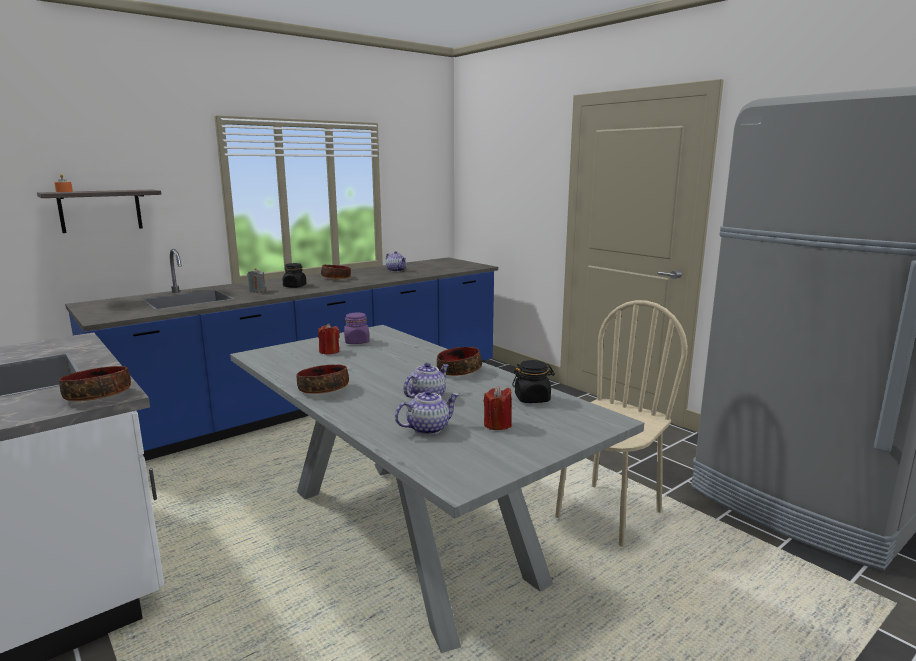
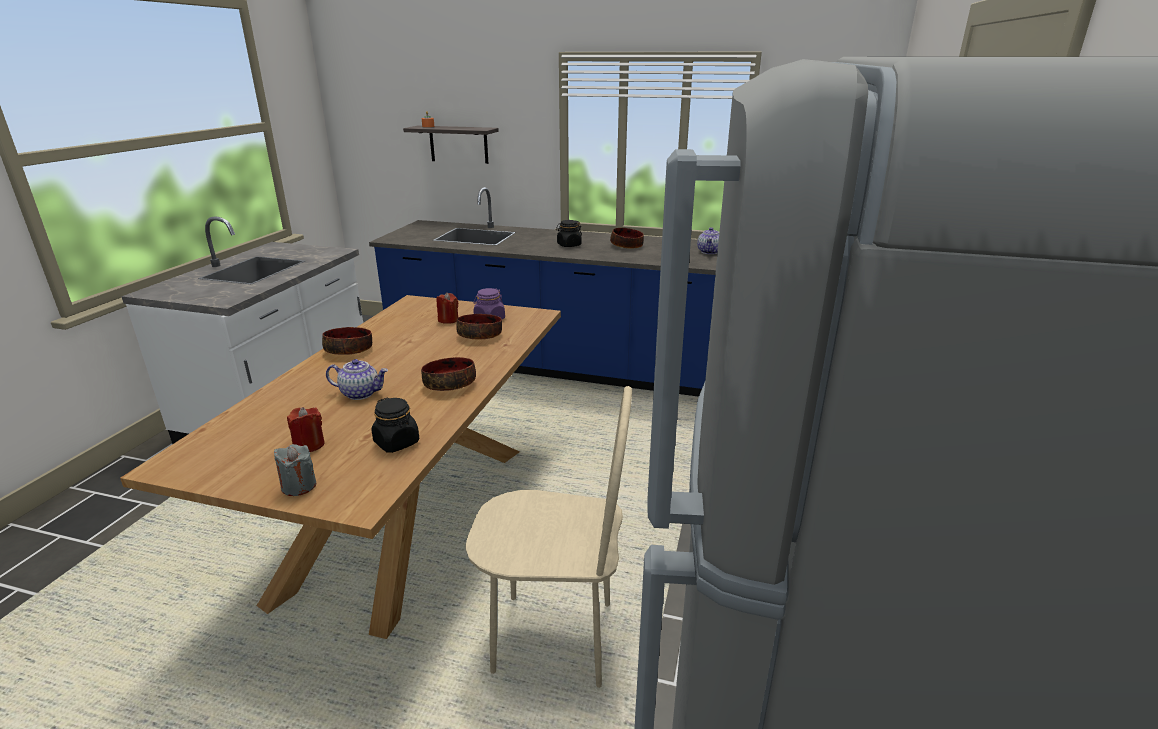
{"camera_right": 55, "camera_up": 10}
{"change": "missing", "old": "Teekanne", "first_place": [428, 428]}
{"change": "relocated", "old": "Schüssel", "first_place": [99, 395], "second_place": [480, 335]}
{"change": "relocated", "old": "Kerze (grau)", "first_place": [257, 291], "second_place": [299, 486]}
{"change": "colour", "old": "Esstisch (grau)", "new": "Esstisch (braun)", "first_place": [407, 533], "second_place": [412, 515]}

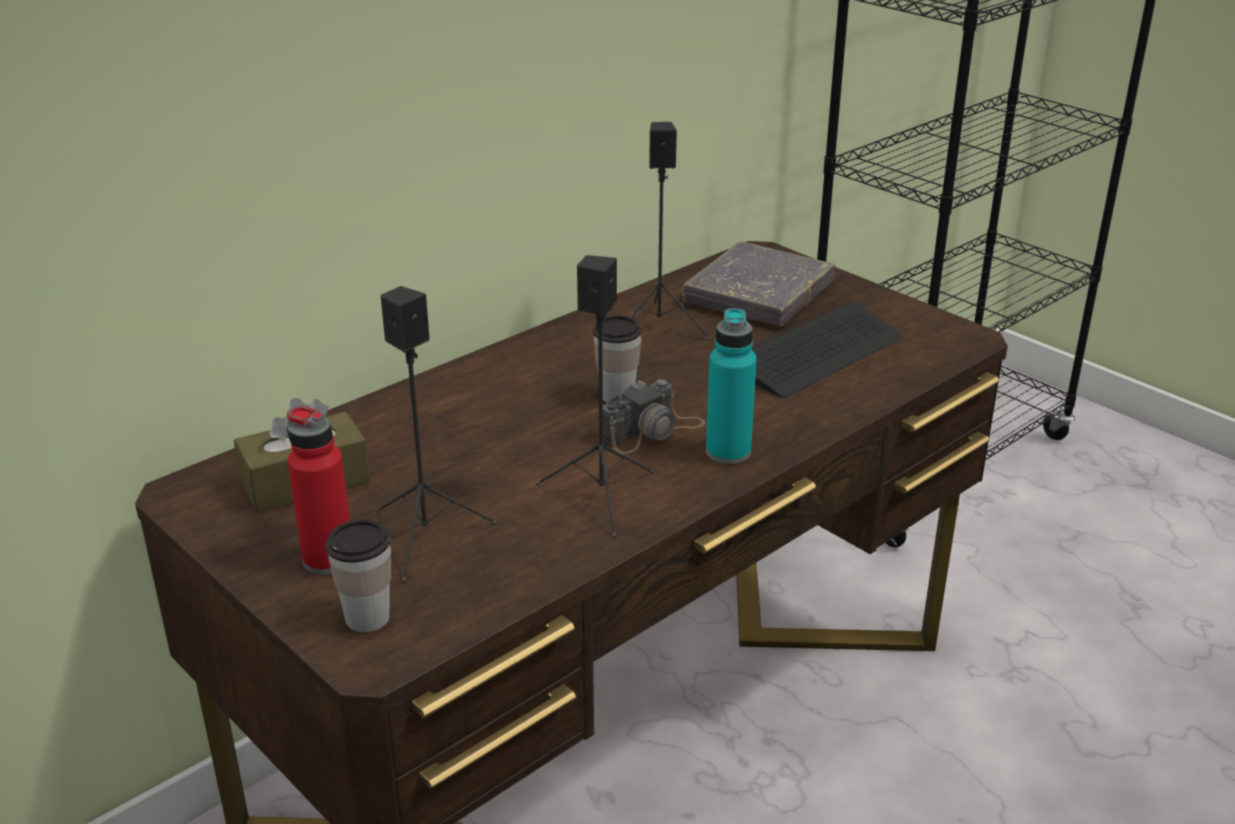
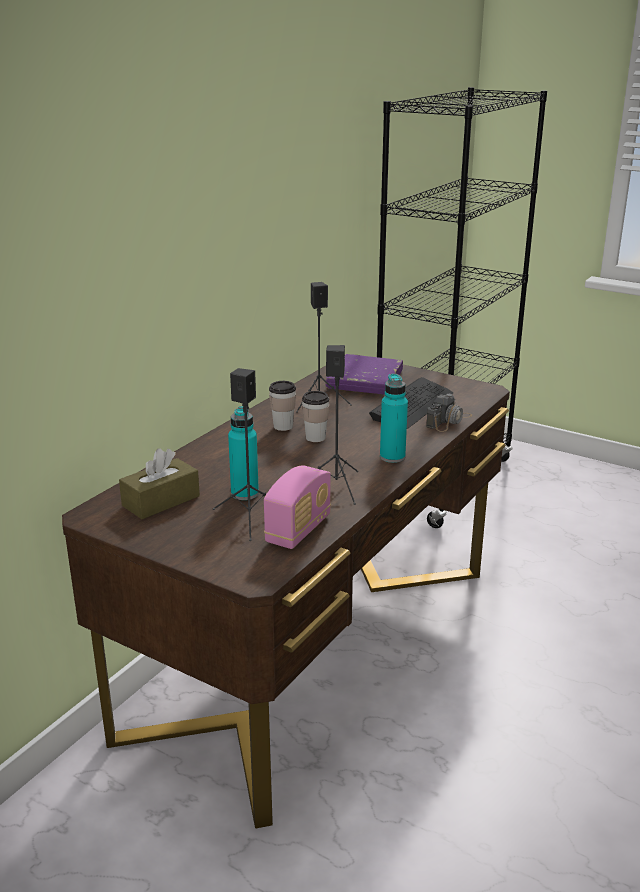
{"camera_right": -15, "camera_up": -5}
{"change": "missing", "old": "Flasche (rot)", "first_place": [328, 559]}
{"change": "appeared", "new": "Flasche (türkis)", "second_place": [244, 493]}
{"change": "appeared", "new": "Radio", "second_place": [298, 530]}
{"change": "relocated", "old": "Tasse", "first_place": [367, 618], "second_place": [283, 426]}
{"change": "relocated", "old": "Kamera", "first_place": [653, 431], "second_place": [449, 421]}
{"change": "colour", "old": "Buch (grau)", "new": "Buch (lila)", "first_place": [758, 293], "second_place": [364, 380]}

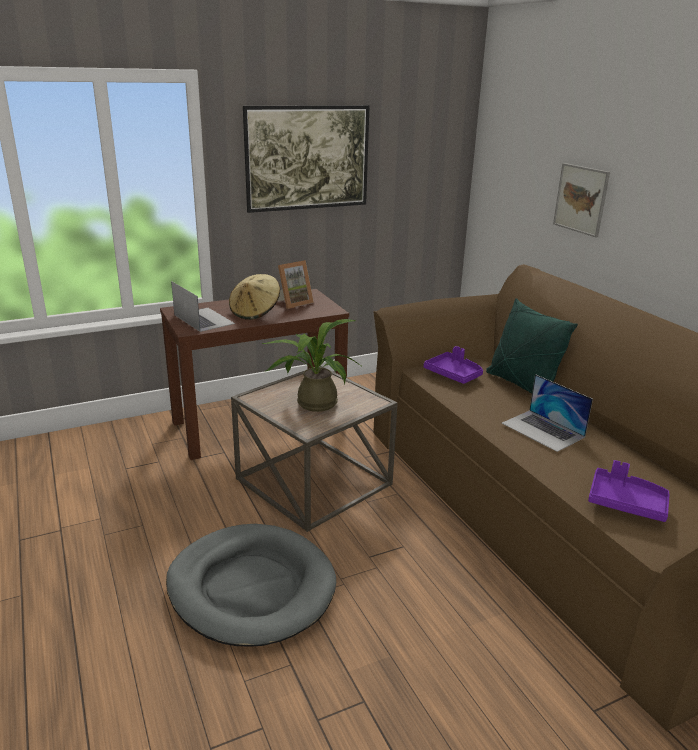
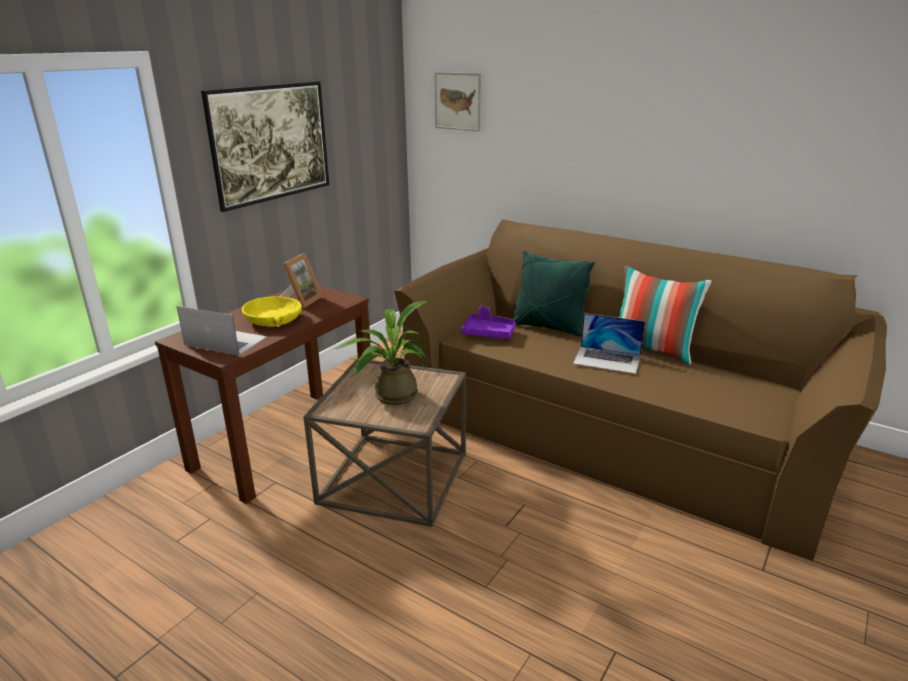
{"camera_right": -30, "camera_up": 0}
{"change": "missing", "old": "Hundebett (grau)", "first_place": [251, 587]}
{"change": "missing", "old": "Tablett (lila)", "first_place": [626, 503]}
{"change": "appeared", "new": "Kissen", "second_place": [652, 349]}
{"change": "relocated", "old": "Bild", "first_place": [581, 199], "second_place": [458, 101]}
{"change": "exchanged", "old": "Hut (beige)", "new": "Schüssel (gelb)", "first_place": [255, 312], "second_place": [273, 320]}

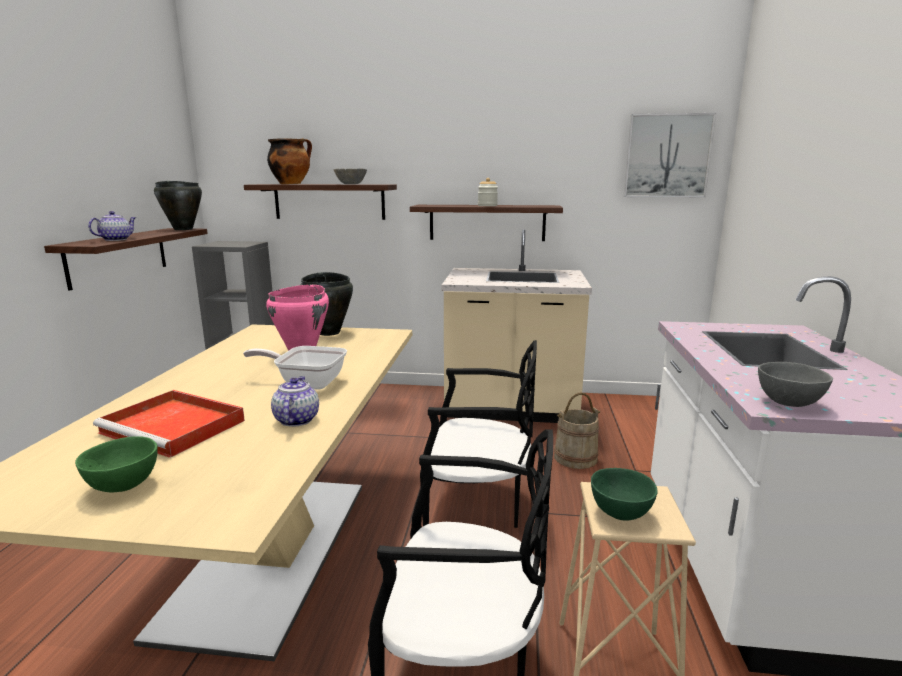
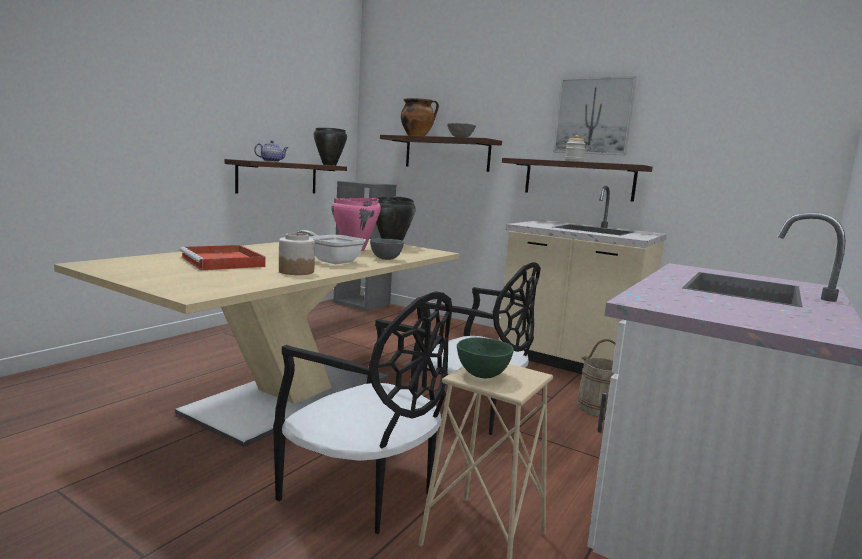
{"camera_right": 25, "camera_up": -5}
{"change": "missing", "old": "Schüssel (grün)", "first_place": [124, 486]}
{"change": "relocated", "old": "Bild", "first_place": [667, 156], "second_place": [593, 116]}
{"change": "relocated", "old": "Schüssel (grau)", "first_place": [789, 403], "second_place": [386, 259]}
{"change": "exchanged", "old": "Teekanne", "new": "Vorratsglas", "first_place": [296, 419], "second_place": [296, 271]}

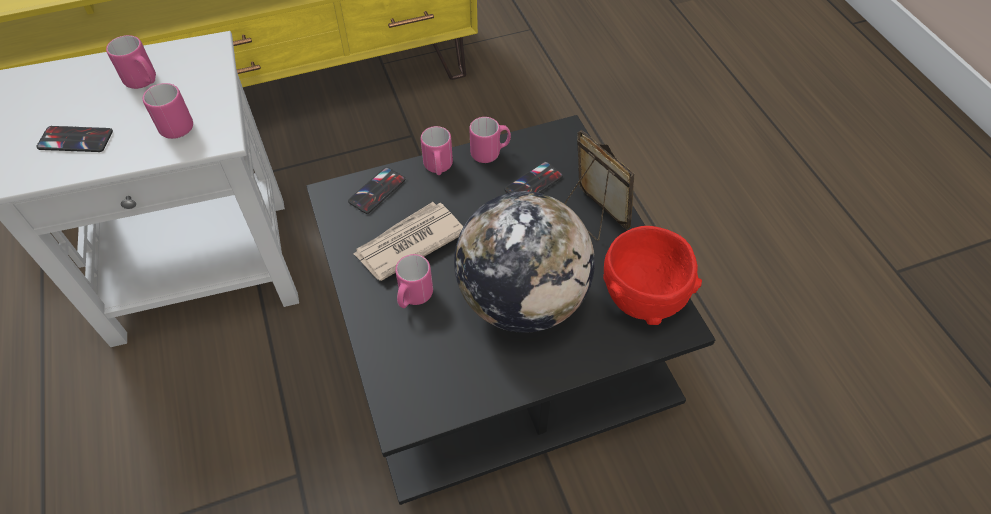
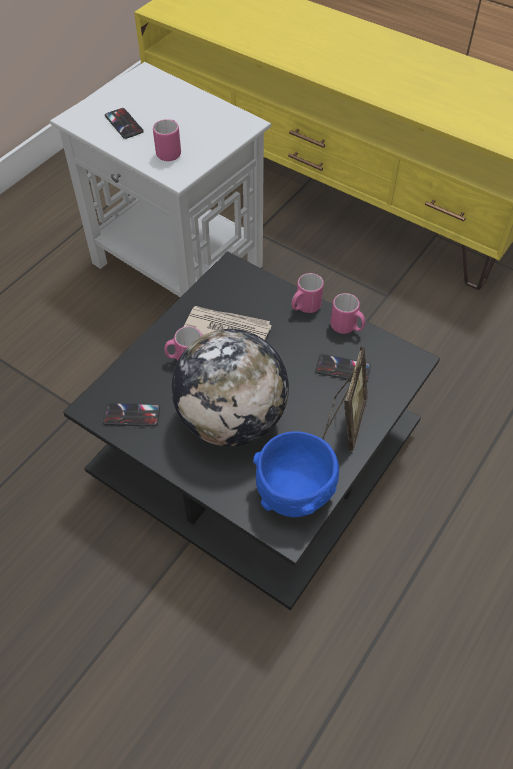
{"camera_right": 55, "camera_up": 0}
{"change": "missing", "old": "Henkelbecher (rosa)", "first_place": [144, 82]}
{"change": "relocated", "old": "Handy", "first_place": [377, 190], "second_place": [131, 415]}
{"change": "colour", "old": "Schüssel (rot)", "new": "Schüssel (blau)", "first_place": [642, 297], "second_place": [295, 493]}

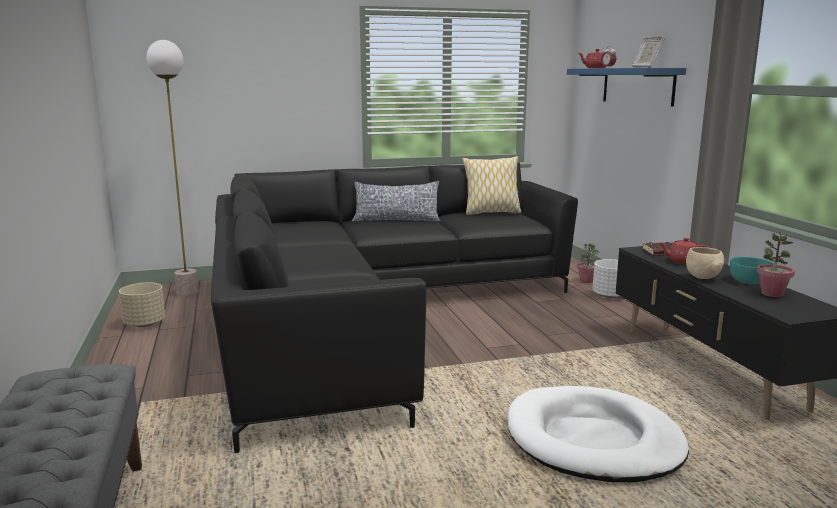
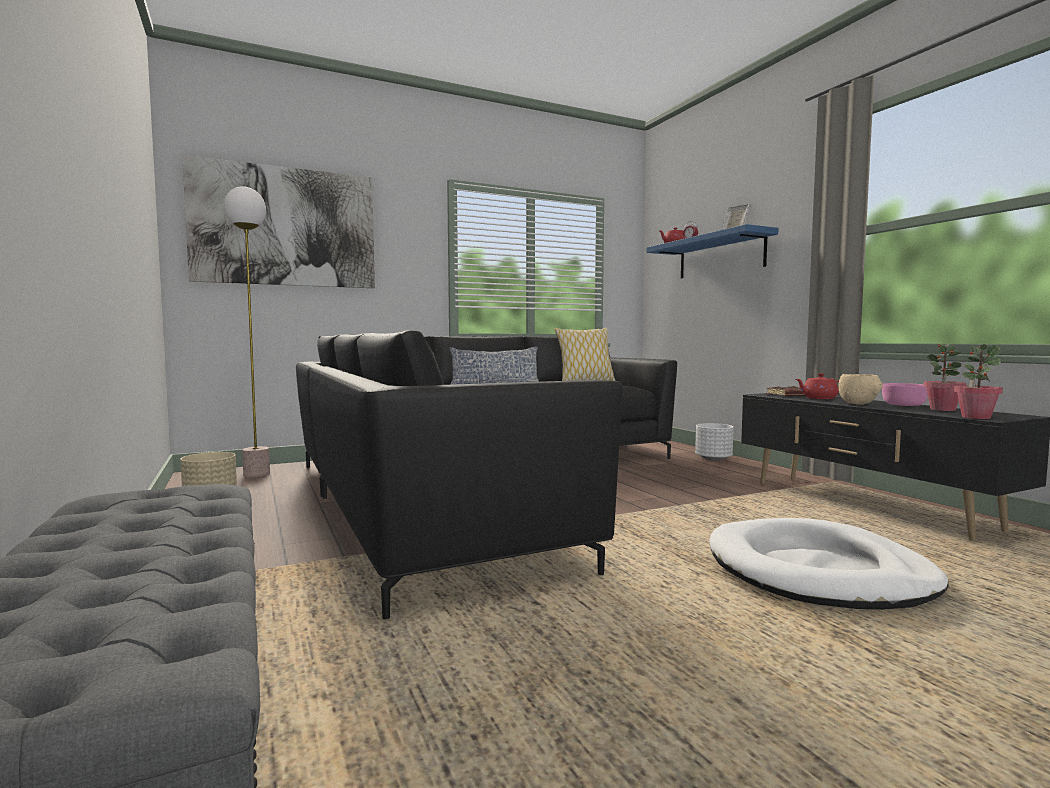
{"camera_right": -10, "camera_up": -10}
{"change": "appeared", "new": "Bild", "second_place": [285, 227]}
{"change": "relocated", "old": "Topfpflanze", "first_place": [586, 281], "second_place": [975, 417]}
{"change": "colour", "old": "Schüssel (türkis)", "new": "Schüssel (rosa)", "first_place": [748, 280], "second_place": [903, 404]}

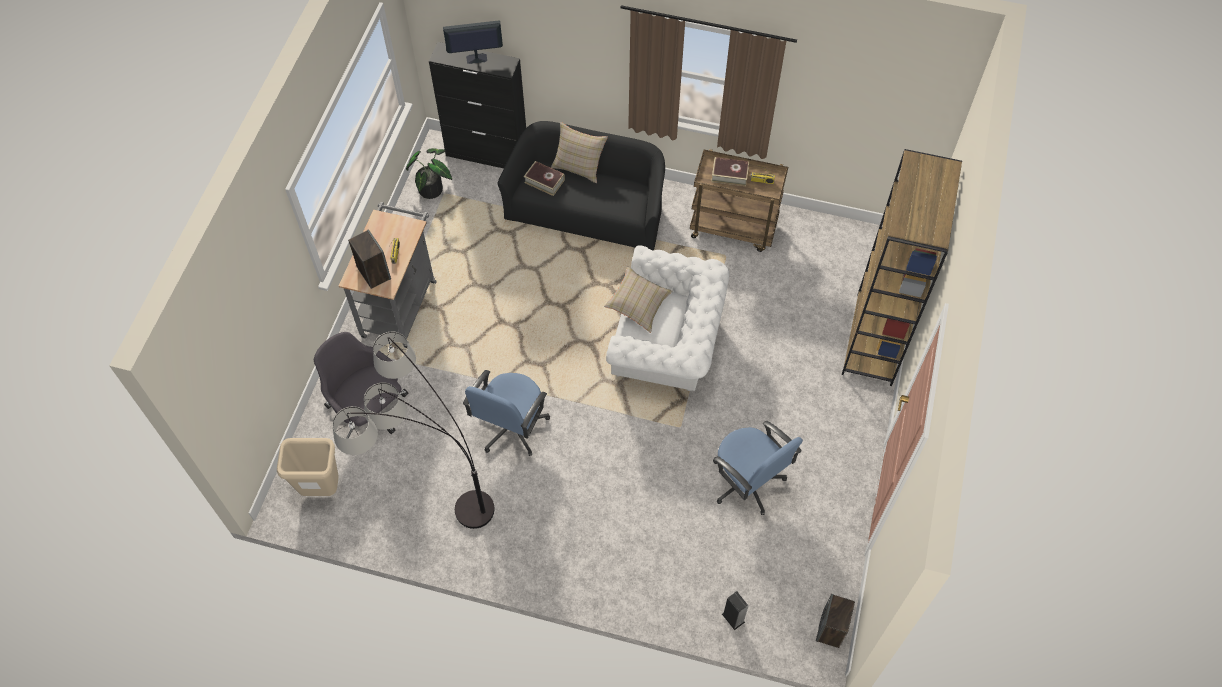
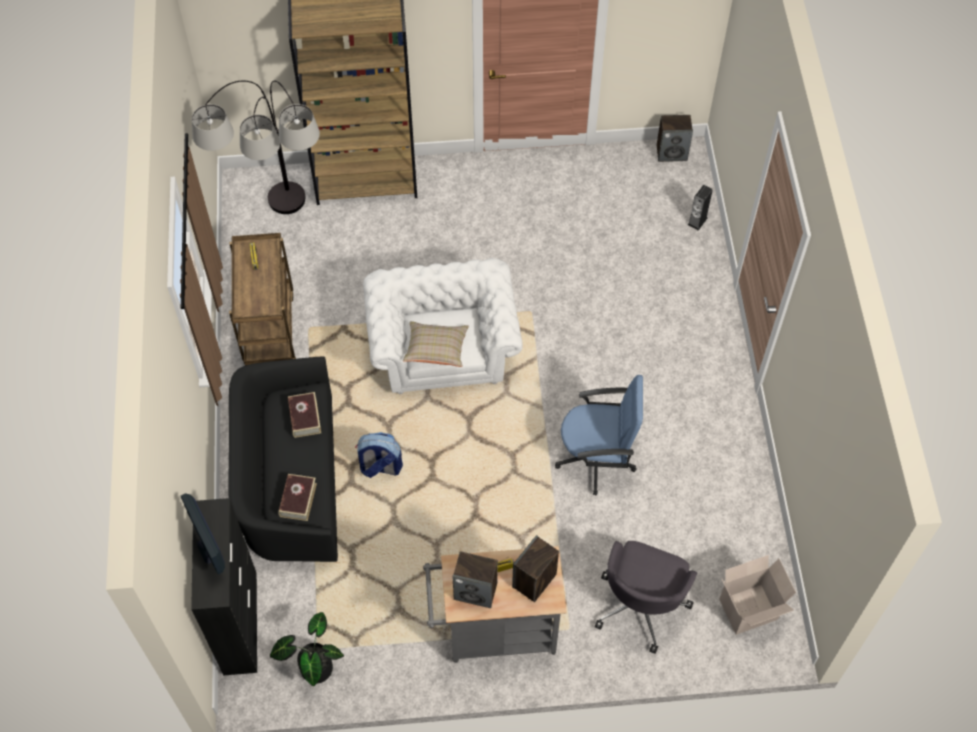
{"camera_right": -110, "camera_up": 0}
{"change": "missing", "old": "Kissen (beige)", "first_place": [579, 166]}
{"change": "missing", "old": "Bürostuhl (blau)", "first_place": [747, 482]}
{"change": "appeared", "new": "Rucksack", "second_place": [380, 467]}
{"change": "appeared", "new": "Lautsprecher", "second_place": [476, 591]}
{"change": "relocated", "old": "Stehlampe", "first_place": [430, 495], "second_place": [284, 237]}
{"change": "relocated", "old": "Buch", "first_place": [729, 174], "second_place": [305, 417]}
{"change": "exchanged", "old": "Mülleimer (beige)", "new": "Karton", "first_place": [322, 489], "second_place": [748, 611]}

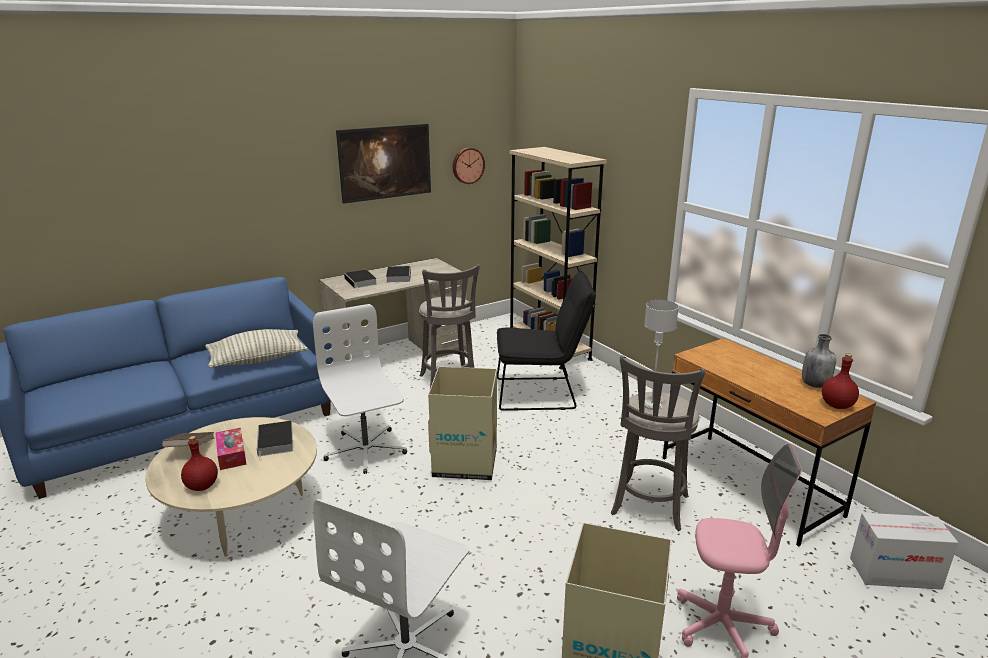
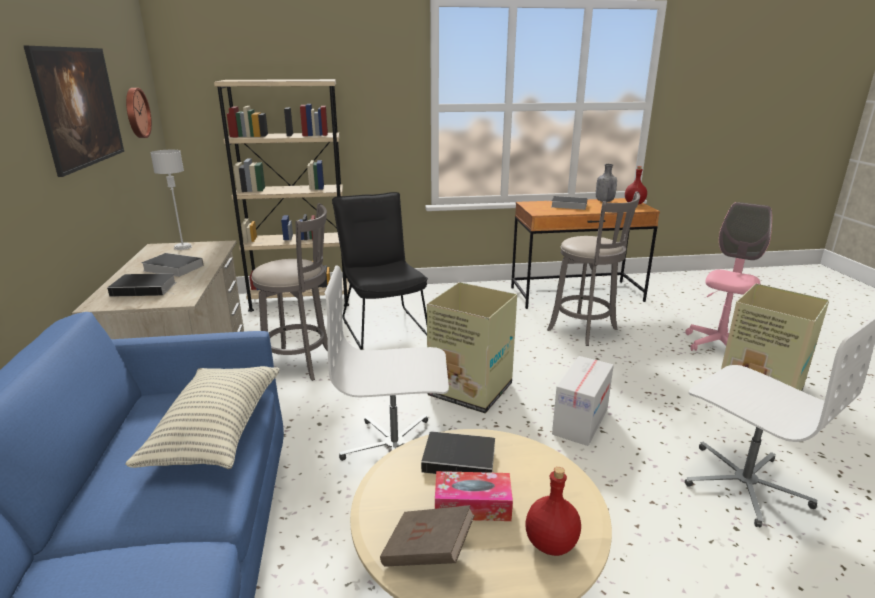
{"camera_right": -65, "camera_up": 0}
{"change": "appeared", "new": "Buch", "second_place": [567, 205]}
{"change": "relocated", "old": "Tischlampe (grau)", "first_place": [651, 406], "second_place": [182, 247]}
{"change": "relocated", "old": "Karton", "first_place": [895, 573], "second_place": [580, 421]}
{"change": "spun", "old": "Stuhl (schwarz)", "first_place": [541, 394], "second_place": [382, 325], "degrees": -45}

